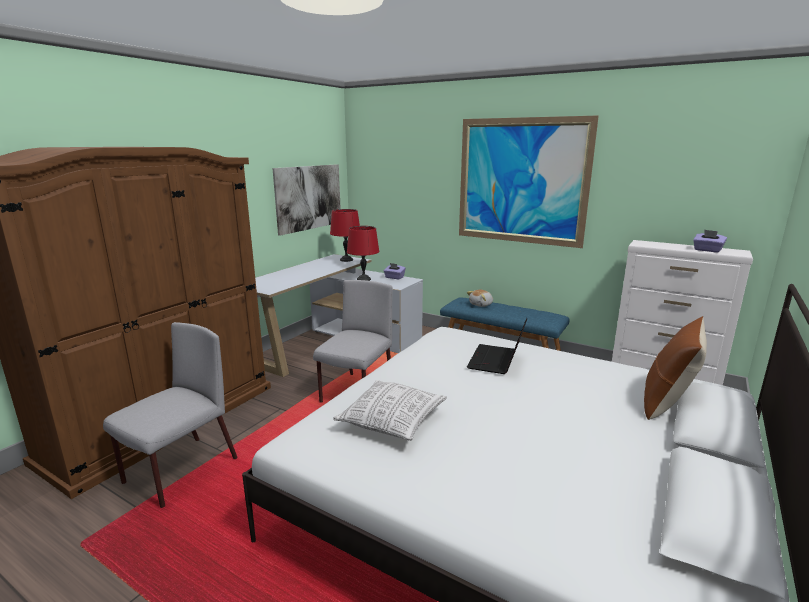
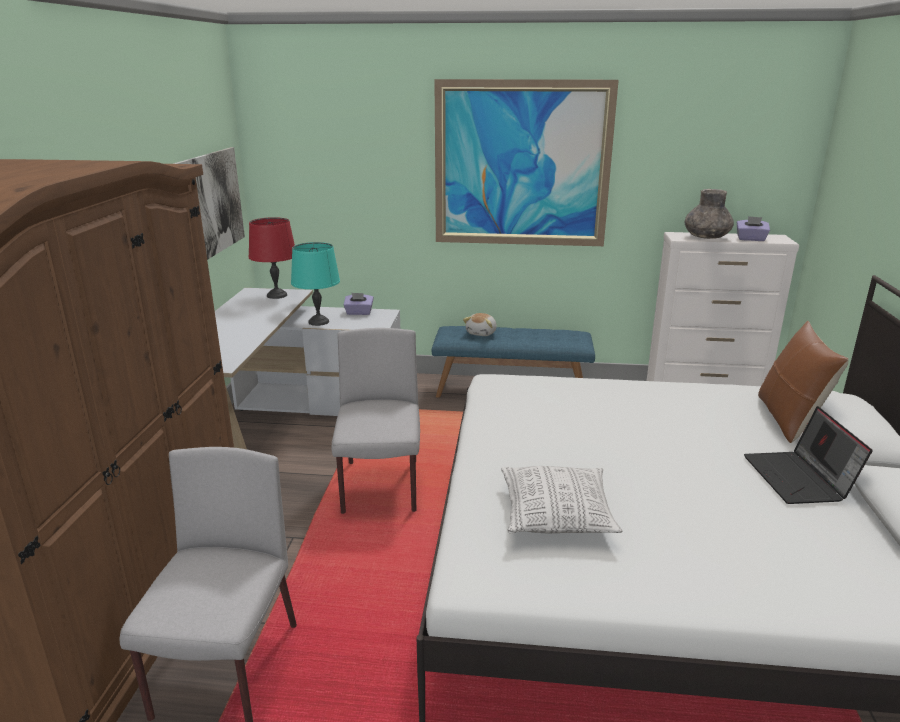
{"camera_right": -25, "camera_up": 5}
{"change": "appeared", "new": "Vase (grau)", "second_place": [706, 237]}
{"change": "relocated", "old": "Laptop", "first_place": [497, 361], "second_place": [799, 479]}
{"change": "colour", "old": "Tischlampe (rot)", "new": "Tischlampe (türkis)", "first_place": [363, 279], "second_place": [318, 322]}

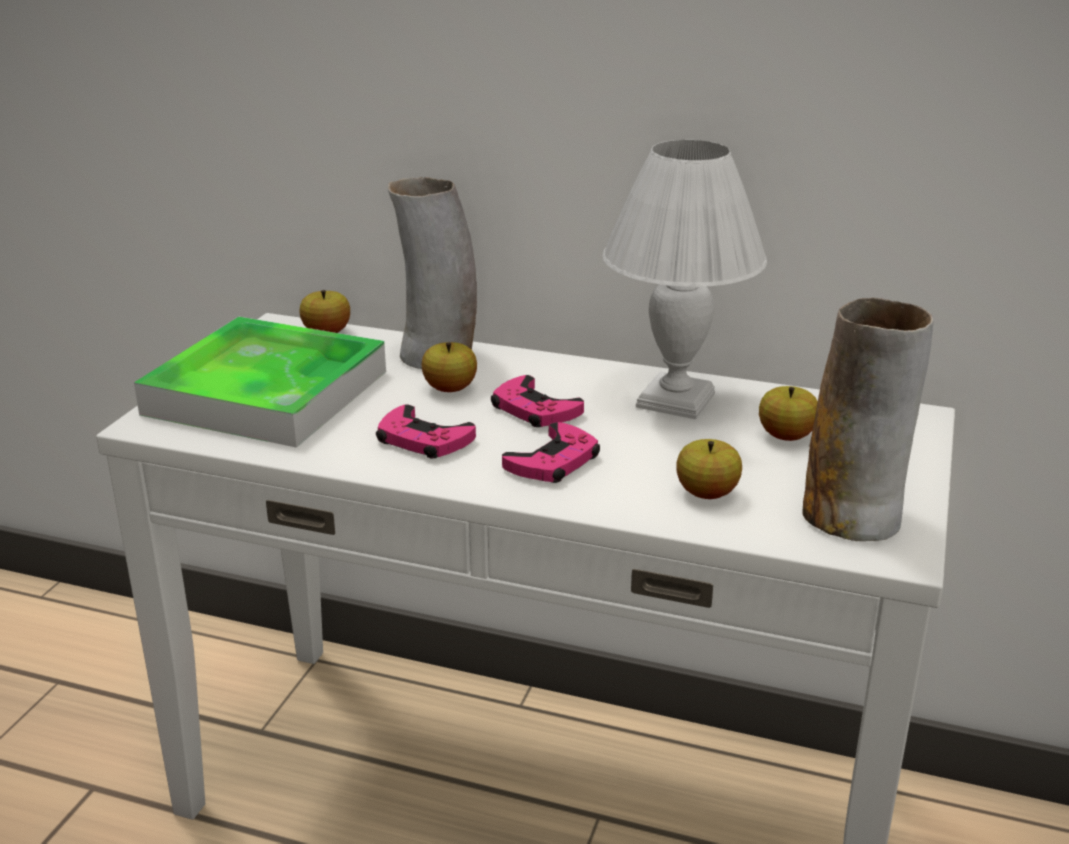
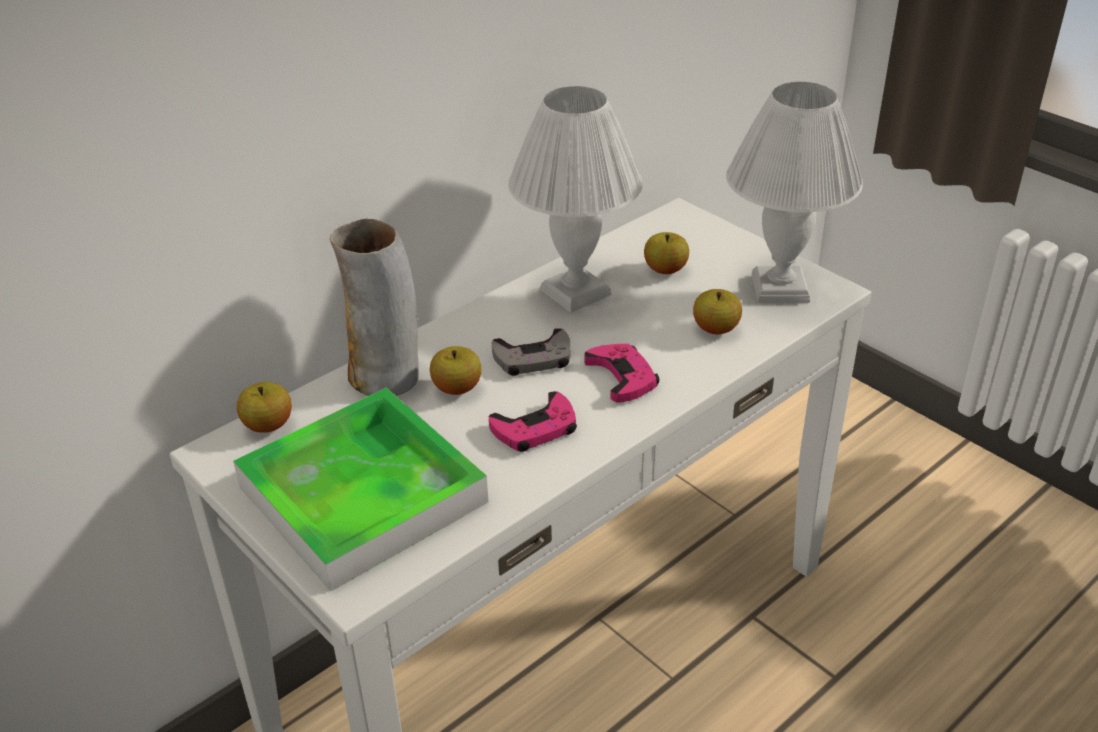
{"camera_right": -60, "camera_up": 10}
{"change": "exchanged", "old": "Vase", "new": "Tischlampe (weiß)", "first_place": [852, 516], "second_place": [781, 287]}
{"change": "colour", "old": "Gamepad (rosa)", "new": "Gamepad (grau)", "first_place": [534, 410], "second_place": [533, 359]}

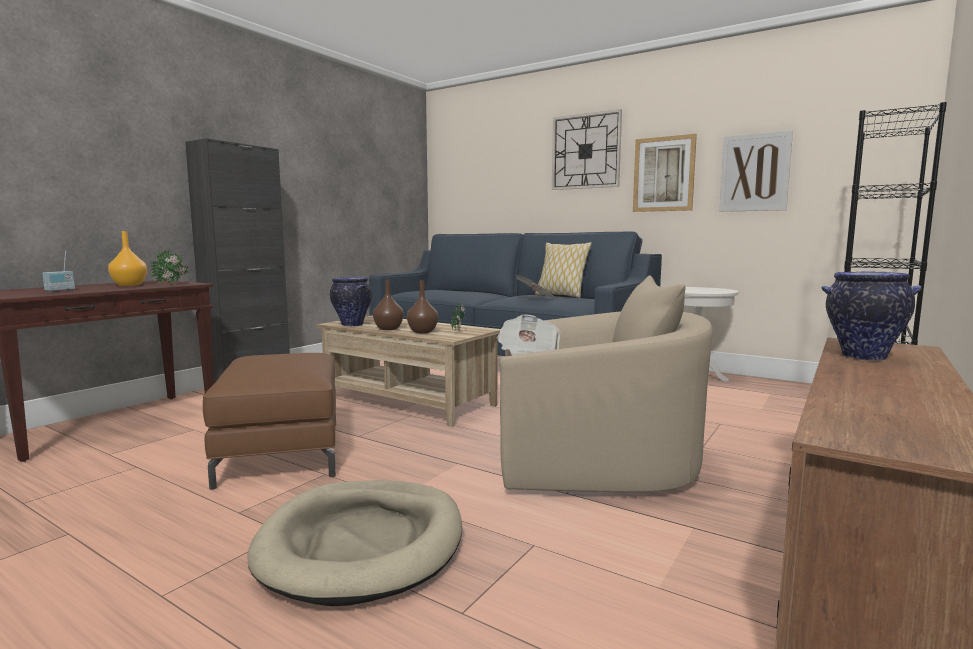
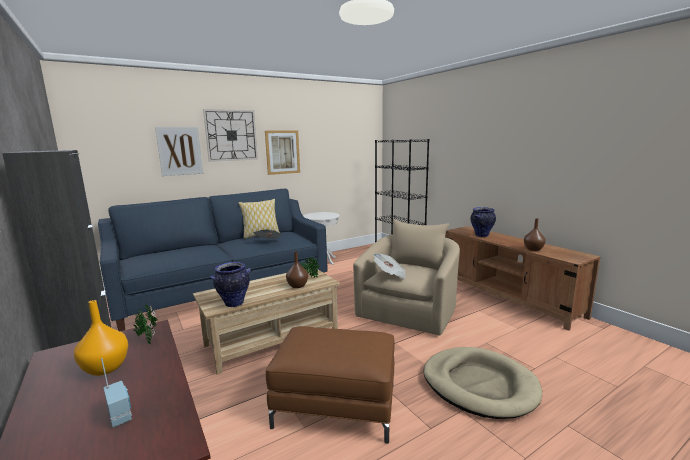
{"camera_right": -65, "camera_up": 5}
{"change": "relocated", "old": "Vase (braun)", "first_place": [388, 329], "second_place": [533, 249]}
{"change": "relocated", "old": "Bild", "first_place": [754, 172], "second_place": [179, 151]}

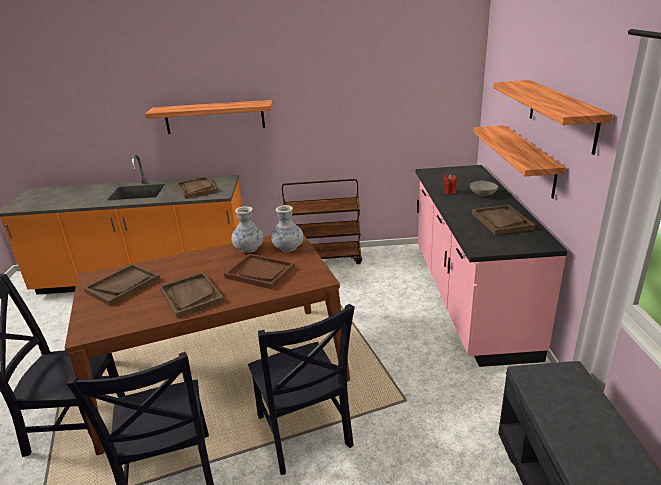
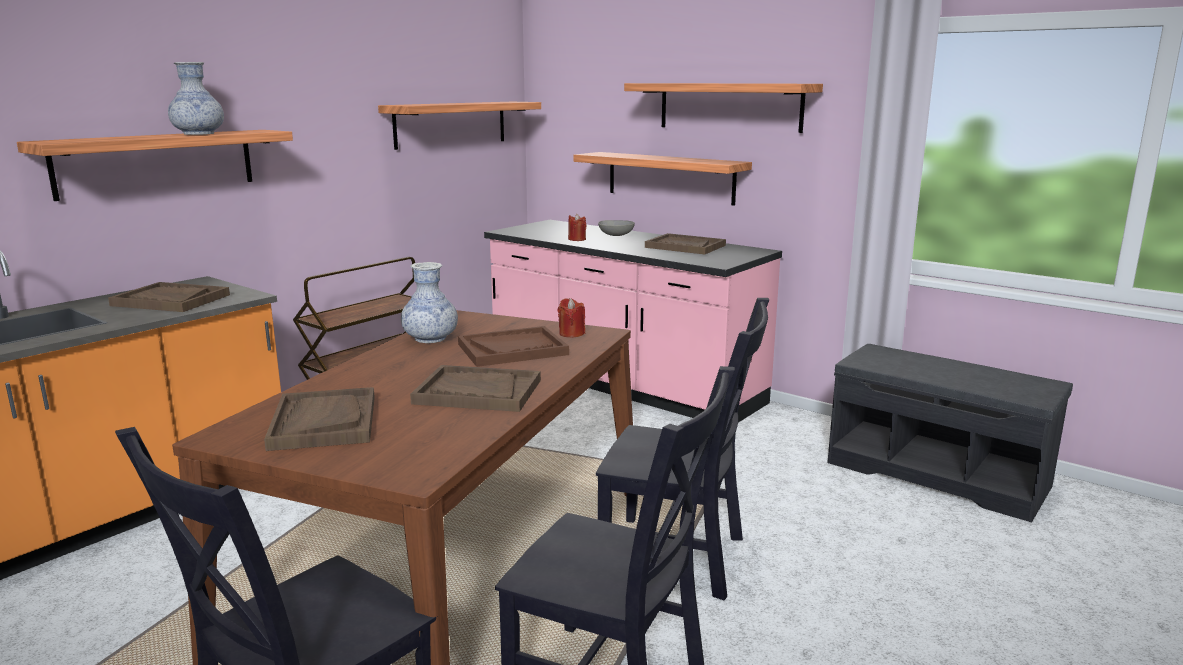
{"camera_right": -50, "camera_up": -10}
{"change": "appeared", "new": "Wandregal", "second_place": [451, 124]}
{"change": "appeared", "new": "Kerze (rot)", "second_place": [571, 334]}
{"change": "relocated", "old": "Vase", "first_place": [288, 247], "second_place": [199, 134]}

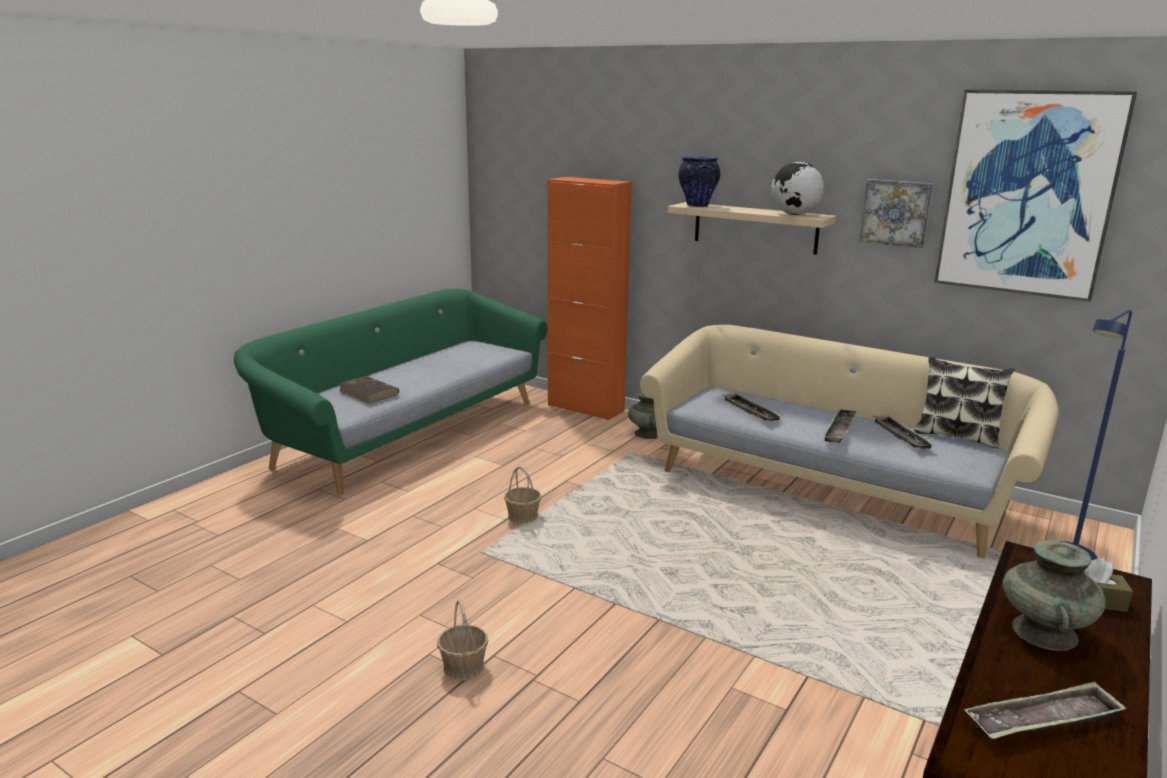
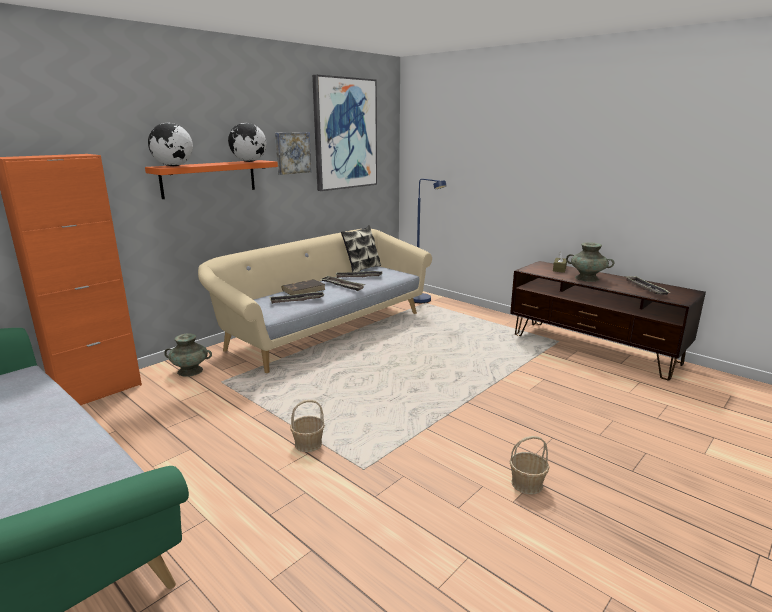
{"camera_right": -80, "camera_up": 0}
{"change": "relocated", "old": "Buch (braun)", "first_place": [369, 392], "second_place": [304, 289]}
{"change": "exchanged", "old": "Vase", "new": "Globus", "first_place": [697, 205], "second_place": [173, 166]}
{"change": "colour", "old": "Wandregal (beige)", "new": "Wandregal (orange)", "first_place": [755, 228], "second_place": [209, 178]}

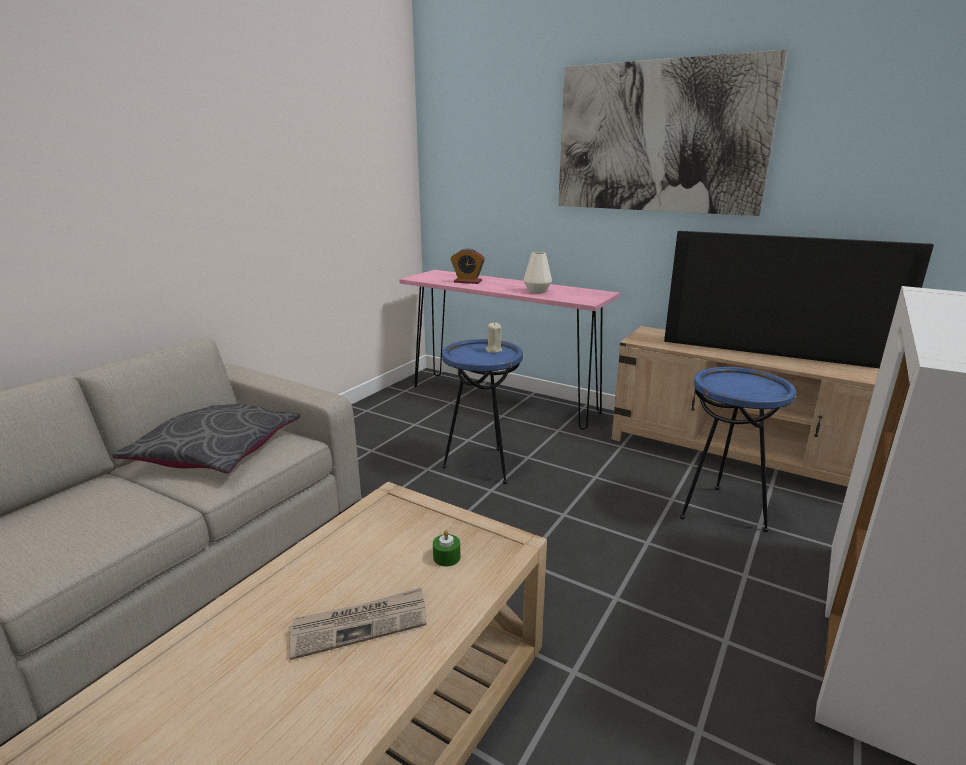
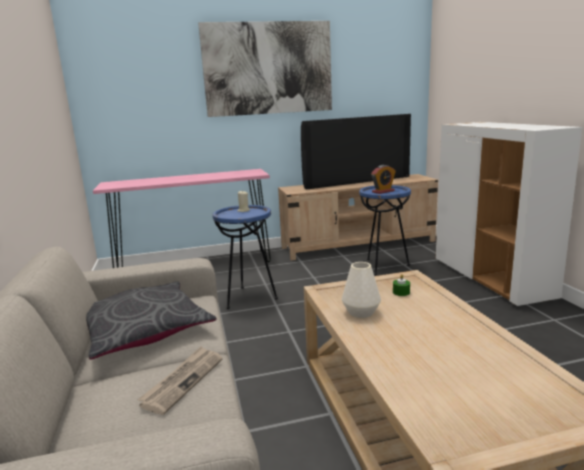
{"camera_right": -45, "camera_up": -5}
{"change": "relocated", "old": "Zeitung", "first_place": [360, 625], "second_place": [183, 381]}
{"change": "relocated", "old": "Wecker", "first_place": [467, 282], "second_place": [383, 191]}
{"change": "relocated", "old": "Vase (weiß)", "first_place": [537, 291], "second_place": [361, 312]}

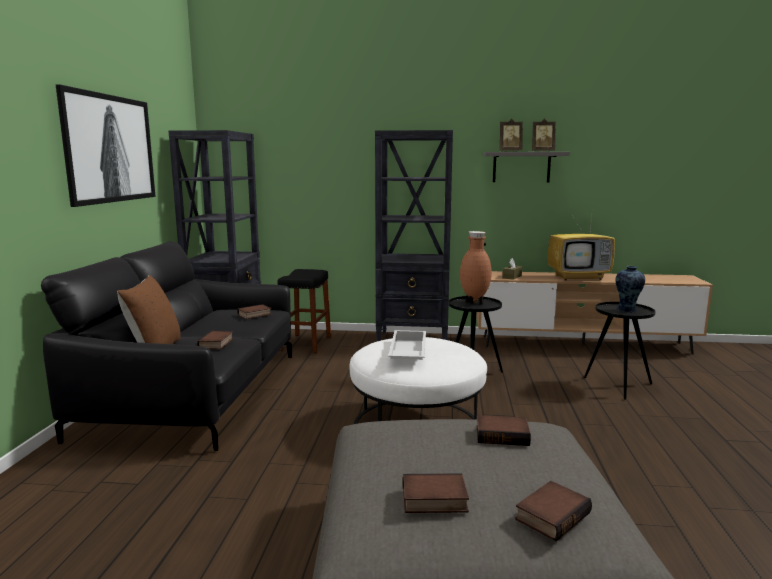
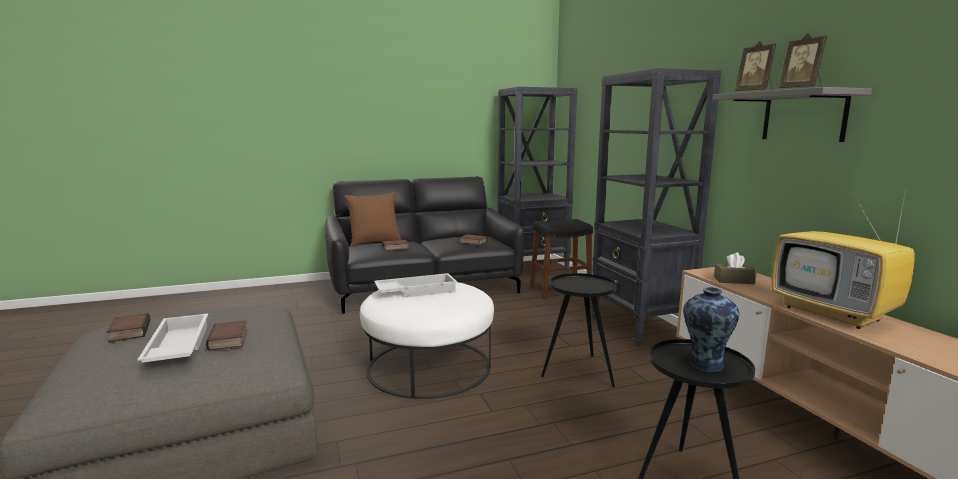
{"camera_right": 65, "camera_up": 0}
{"change": "missing", "old": "Bild", "first_place": [109, 149]}
{"change": "missing", "old": "Vase (braun)", "first_place": [474, 303]}
{"change": "missing", "old": "Buch", "first_place": [551, 515]}
{"change": "appeared", "new": "Tablett (weiß)", "second_place": [176, 347]}

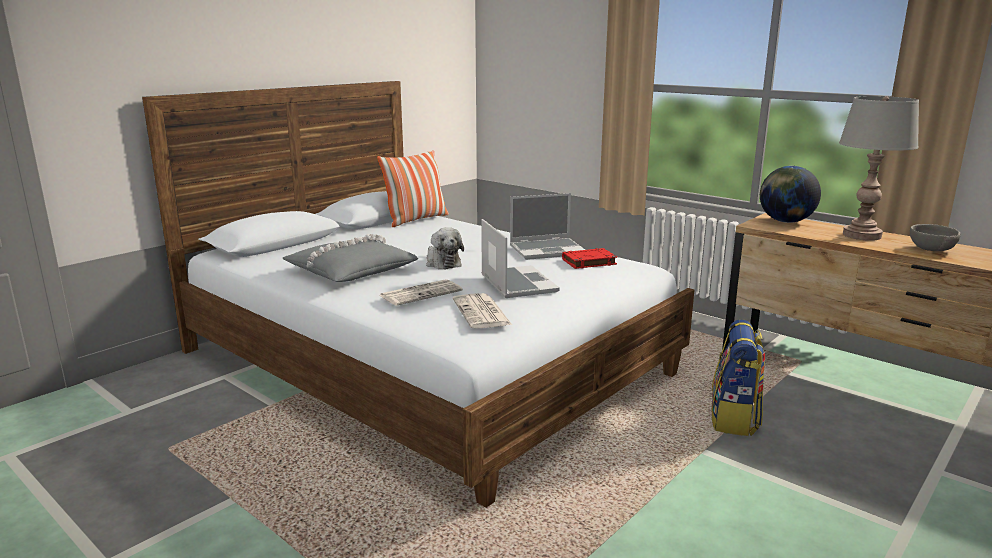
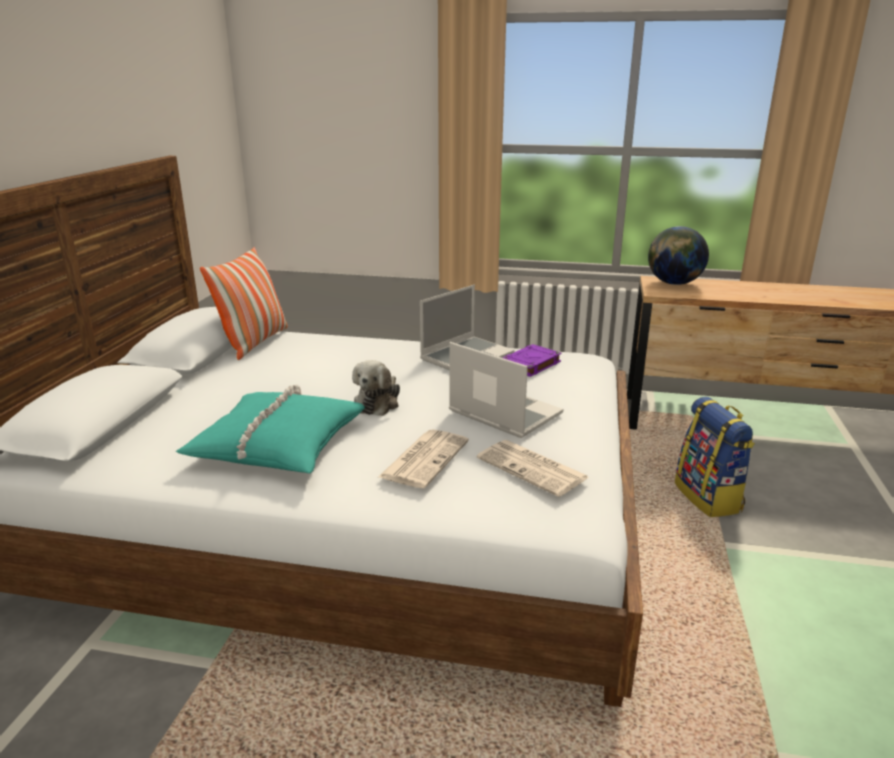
{"camera_right": -30, "camera_up": 5}
{"change": "missing", "old": "Tischlampe (grau)", "first_place": [862, 235]}
{"change": "missing", "old": "Schüssel (grau)", "first_place": [931, 249]}
{"change": "colour", "old": "Kissen (grau)", "new": "Kissen (türkis)", "first_place": [350, 271], "second_place": [277, 445]}
{"change": "colour", "old": "Buch (rot)", "new": "Buch (lila)", "first_place": [588, 262], "second_place": [530, 364]}
{"change": "spun", "old": "Plüschtier", "first_place": [442, 263], "second_place": [378, 402], "degrees": 75}

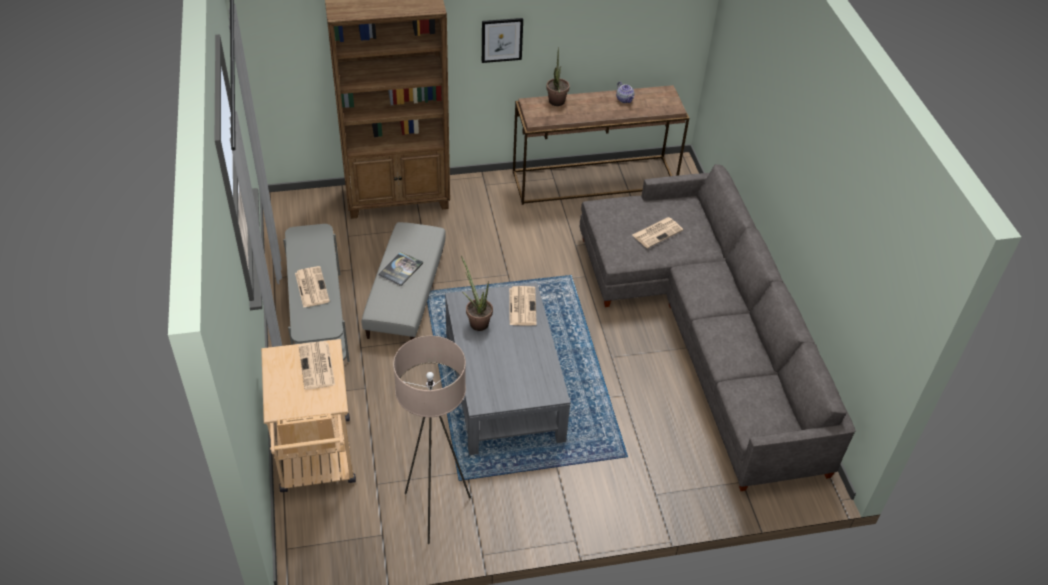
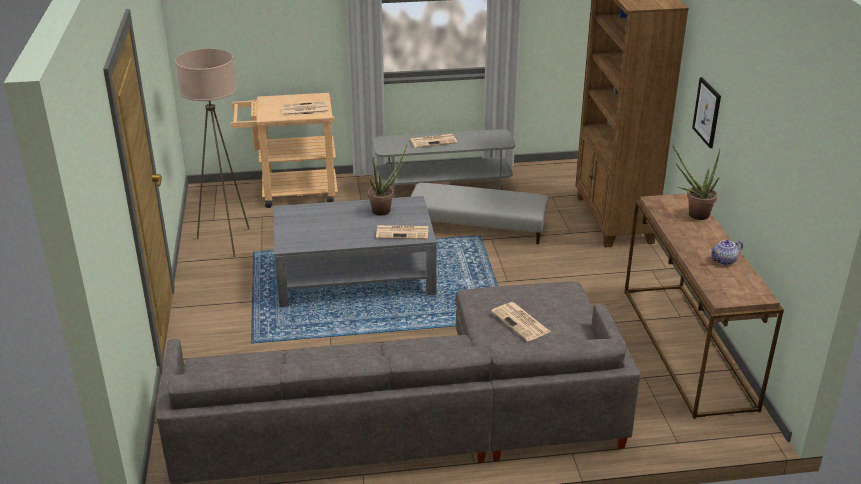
{"camera_right": 95, "camera_up": -15}
{"change": "missing", "old": "Buch", "first_place": [400, 269]}

